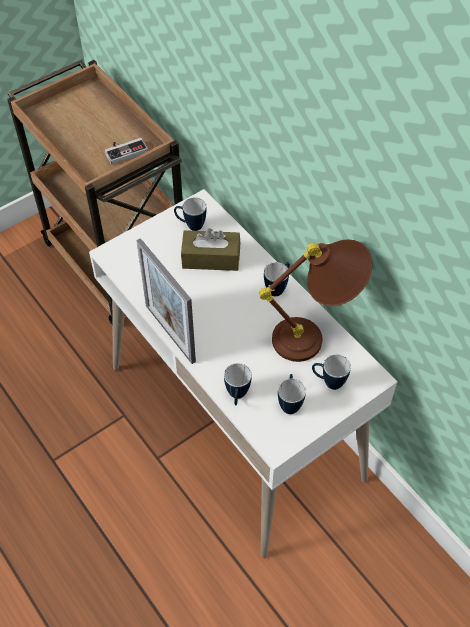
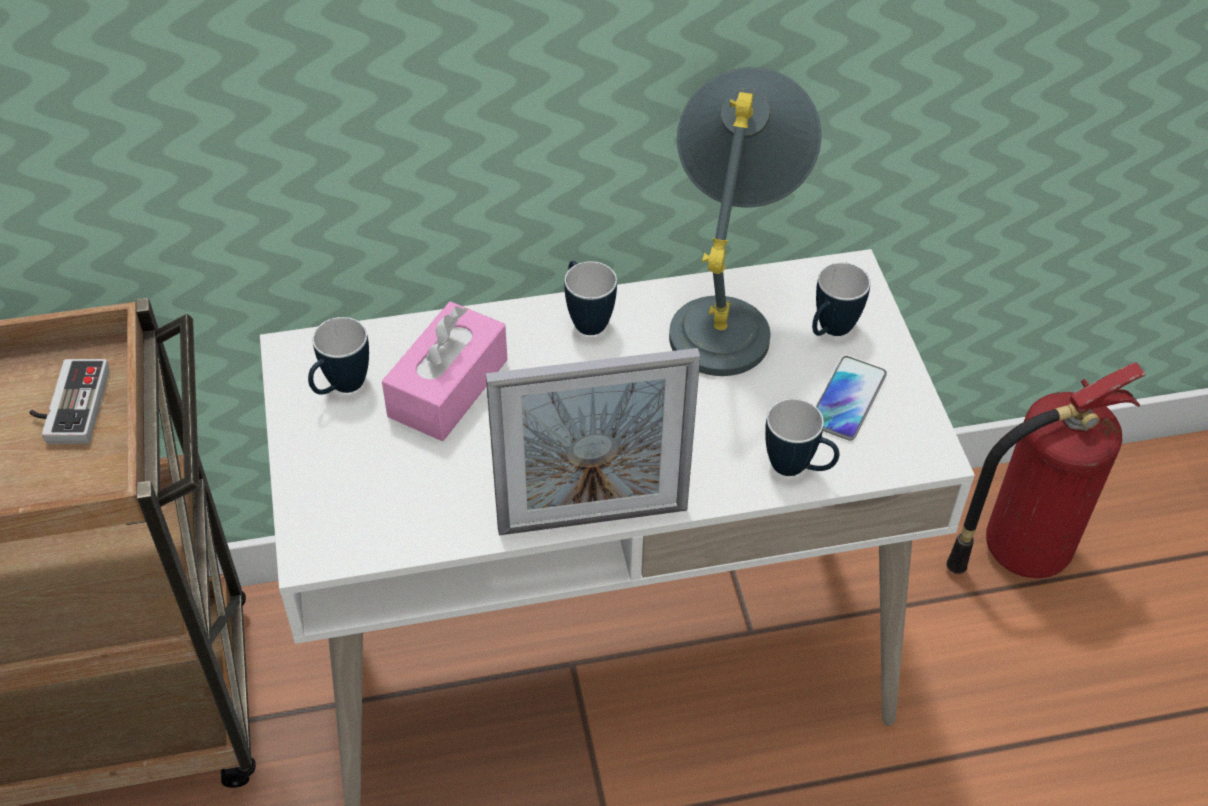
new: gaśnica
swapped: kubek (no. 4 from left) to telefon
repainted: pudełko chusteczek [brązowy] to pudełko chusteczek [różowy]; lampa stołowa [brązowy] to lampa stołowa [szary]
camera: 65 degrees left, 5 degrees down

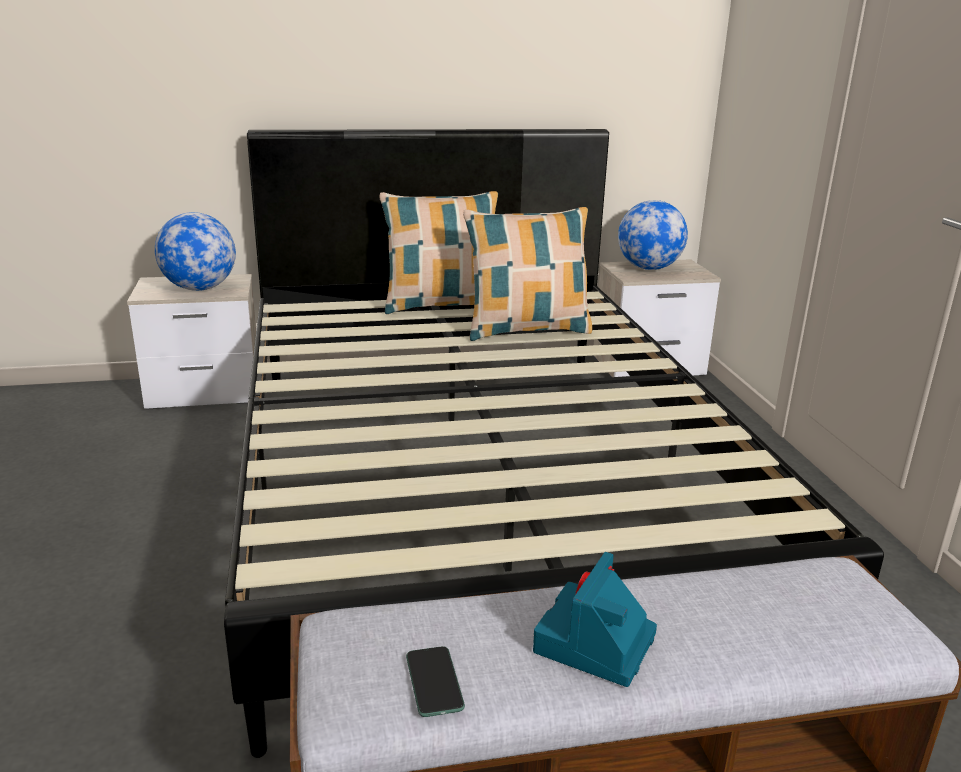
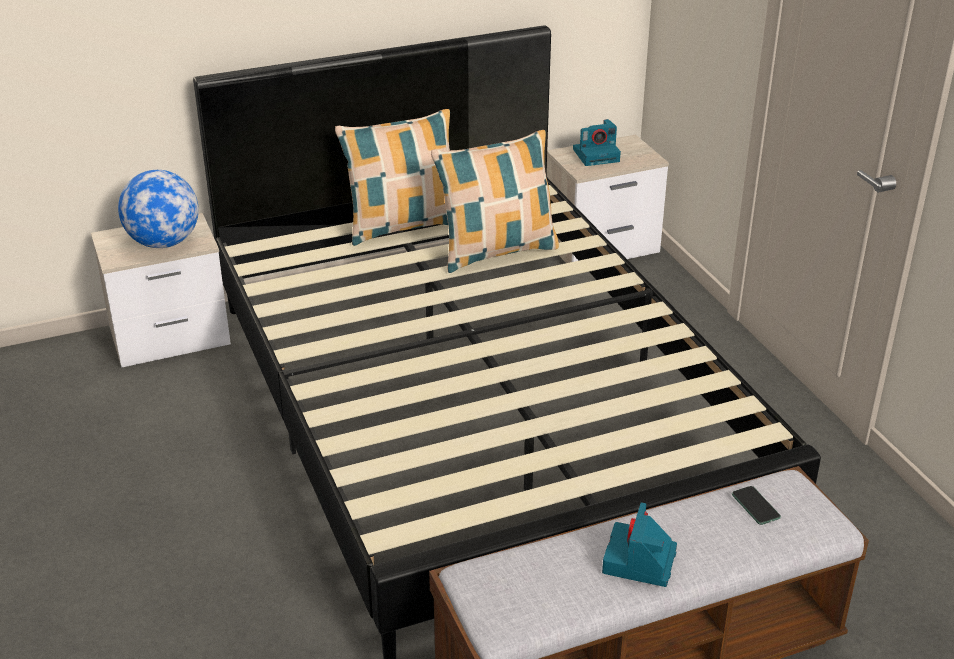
shifted: telefon
swapped: globus (no. 2 from left) to aparat fotograficzny (no. 1 from left)
camera: 10 degrees left, 10 degrees up

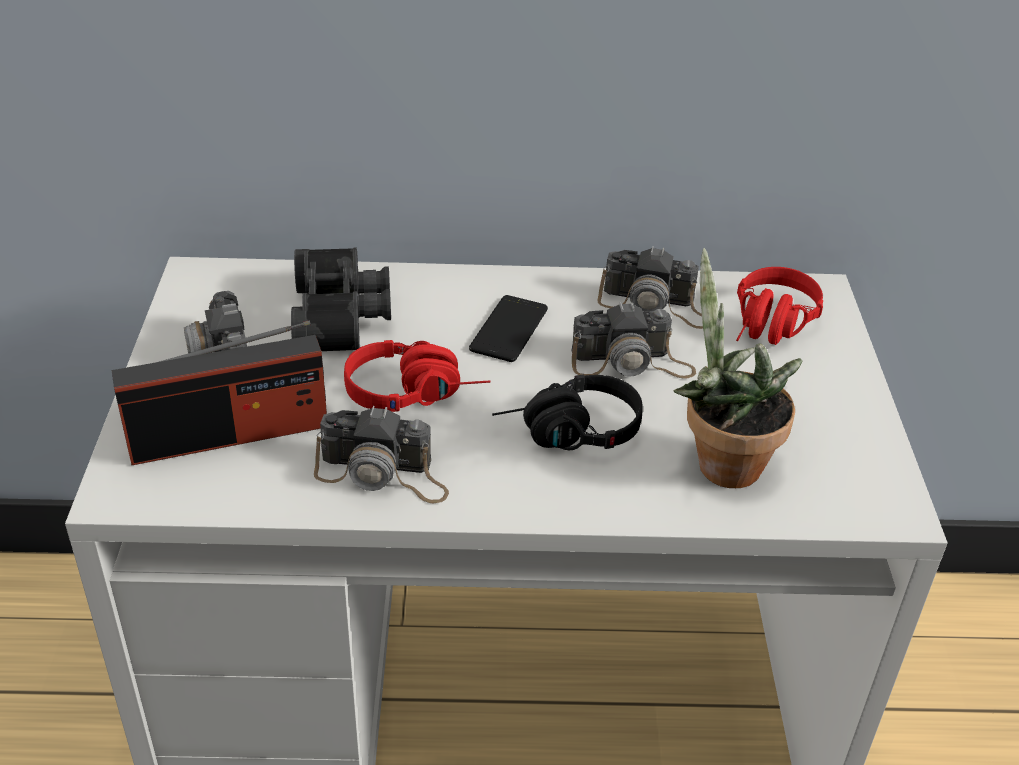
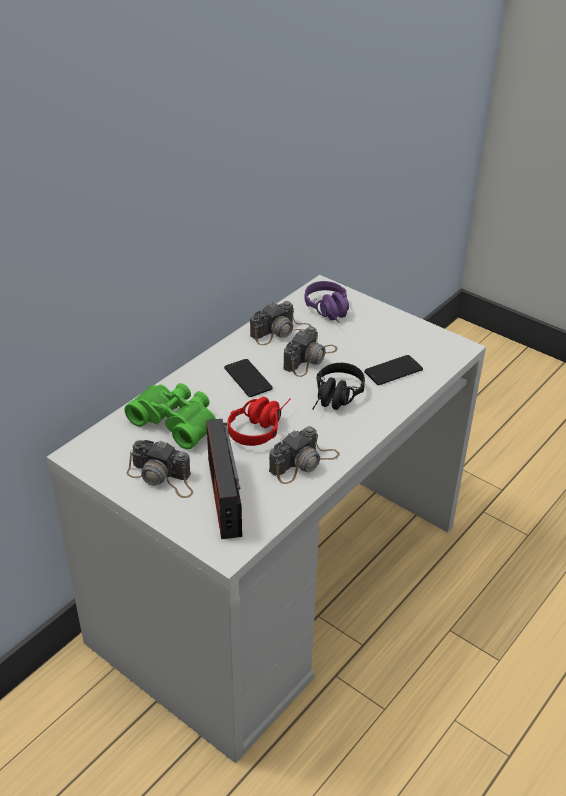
swapped: roślina doniczkowa to telefon (no. 2 from left)
repainted: lornetka [czarny] to lornetka [zielony]; słuchawki [czerwony] (no. 2 from left) to słuchawki [fioletowy]
rotated: radio 150 degrees clockwise
camera: 50 degrees left, 0 degrees up

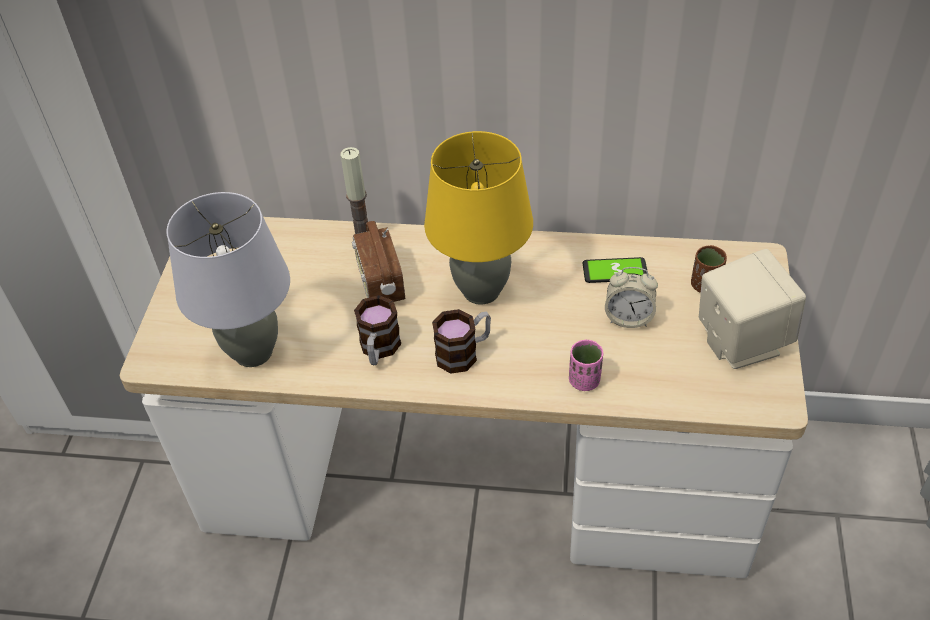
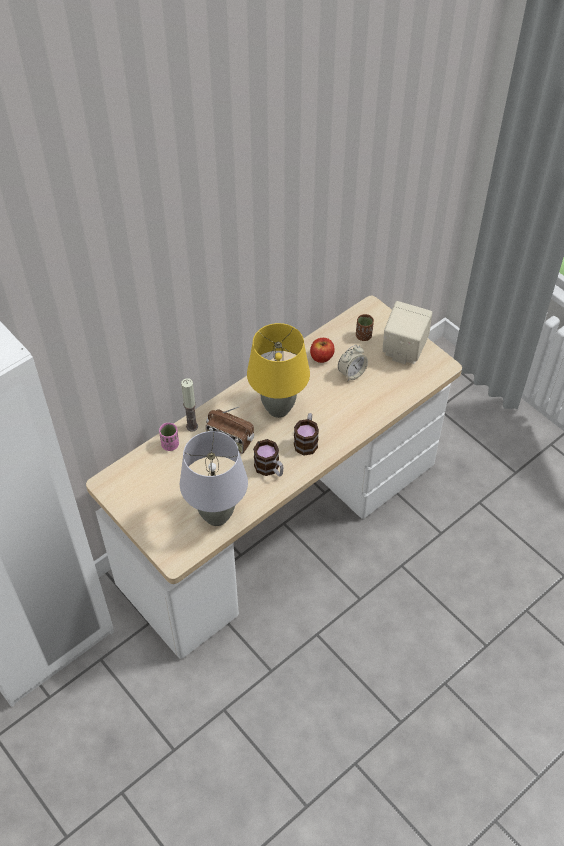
shifted: filiżanka [różowy]
swapped: telefon to jabłko
camera: 50 degrees left, 5 degrees up

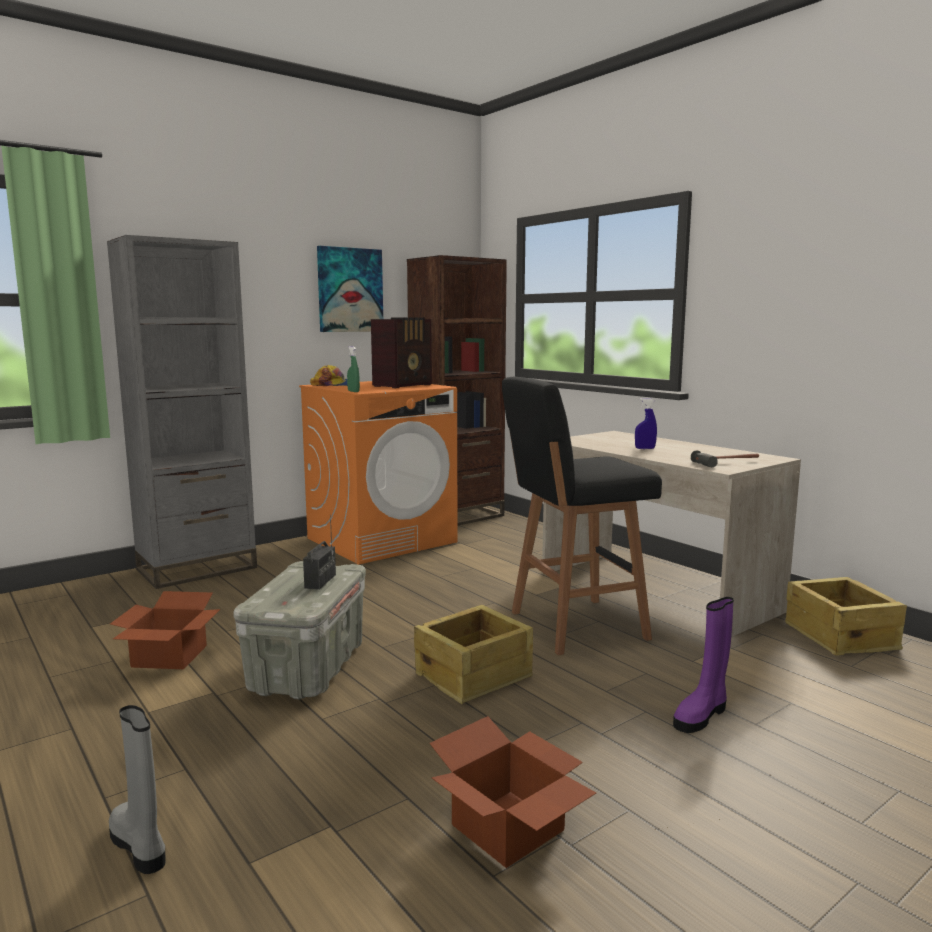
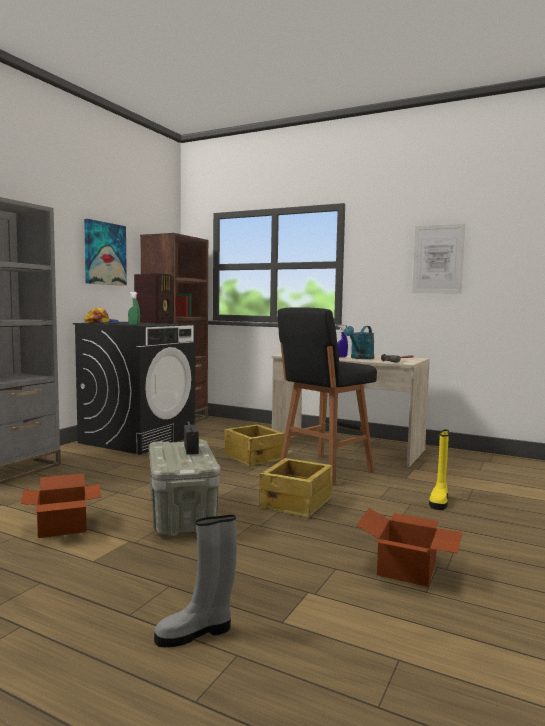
new: konewka [turkusowy]; obraz (no. 2 from left)
shifted: skrzynka (no. 2 from left in the first image) to skrzynka (no. 1 from left)
repainted: pralka [pomarańczowy] to pralka [czarny]; but z cholewką [fioletowy] to but z cholewką [żółty]
rotated: but z cholewką [szary] 45 degrees counterclockwise
camera: 25 degrees left, 5 degrees down

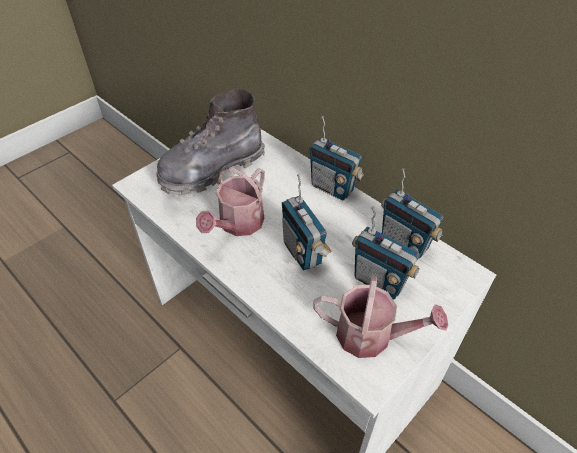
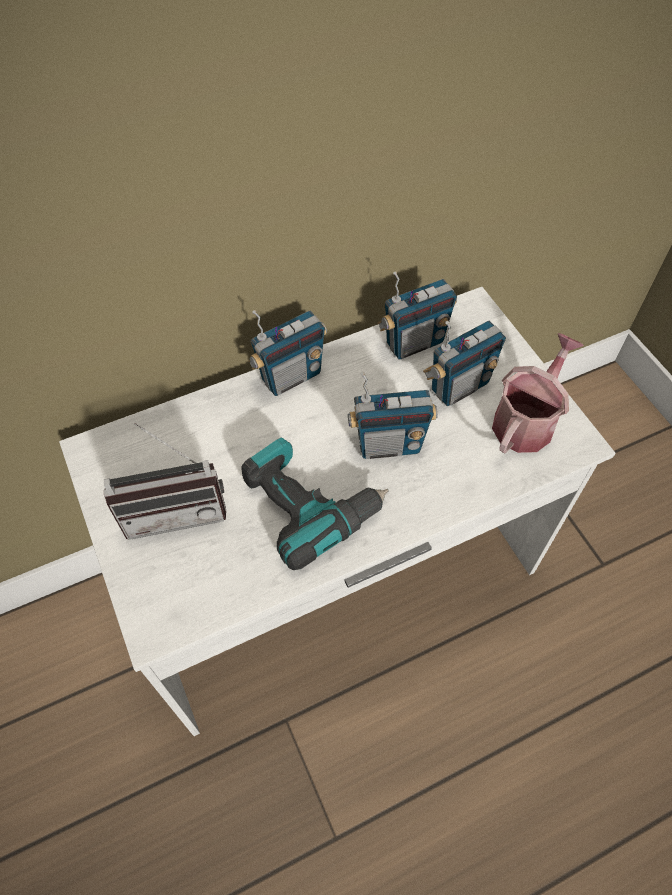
swapped: but z cholewką [szary] to radio (no. 1 from left); konewka (no. 1 from left) to wiertarka
camera: 70 degrees left, 10 degrees up

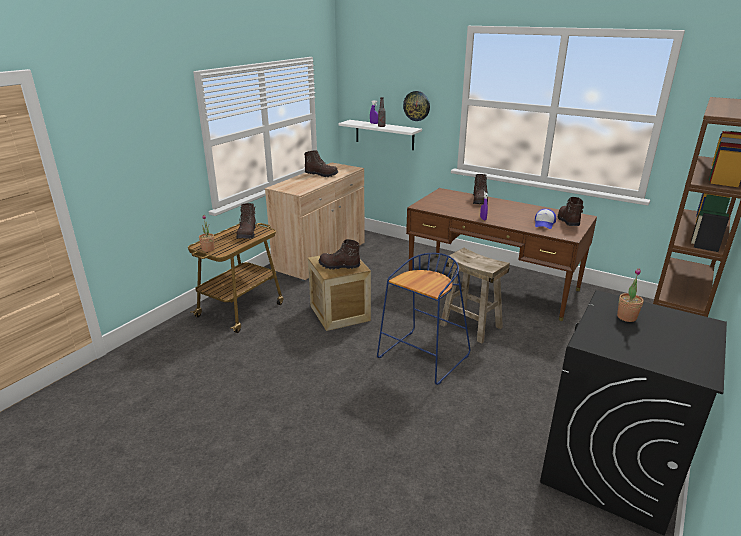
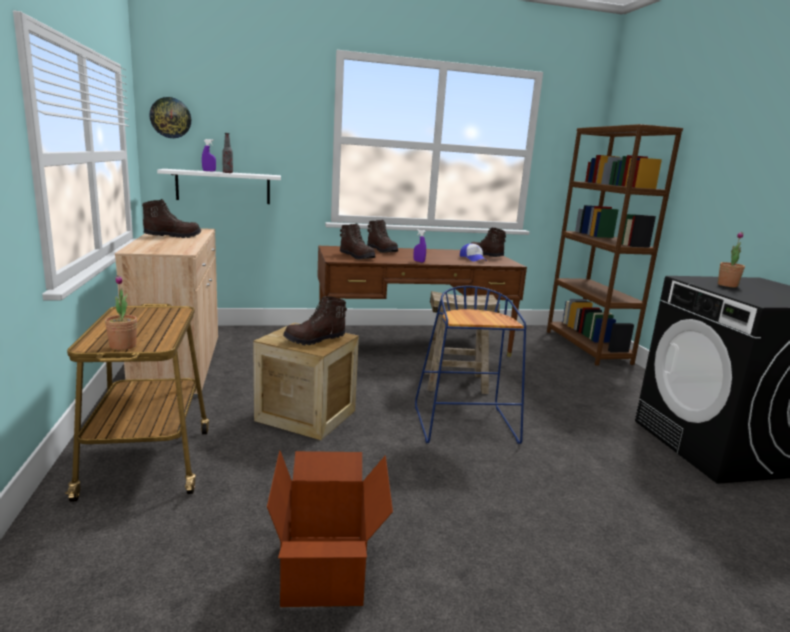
new: karton
shifted: zegar ścienny; but z cholewką [brązowy] (no. 1 from left in the first image) to but z cholewką [brązowy] (no. 3 from left)
camera: 45 degrees left, 10 degrees down

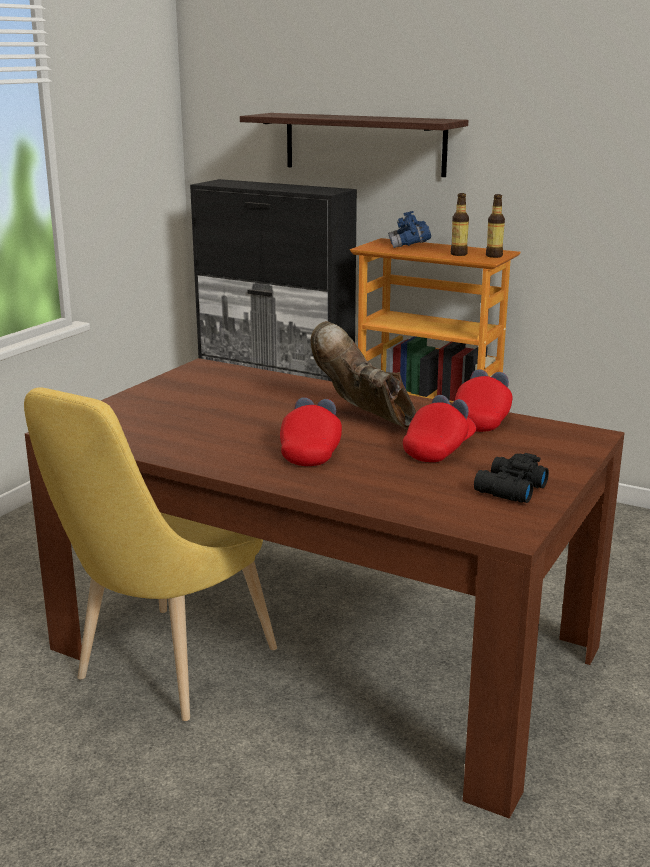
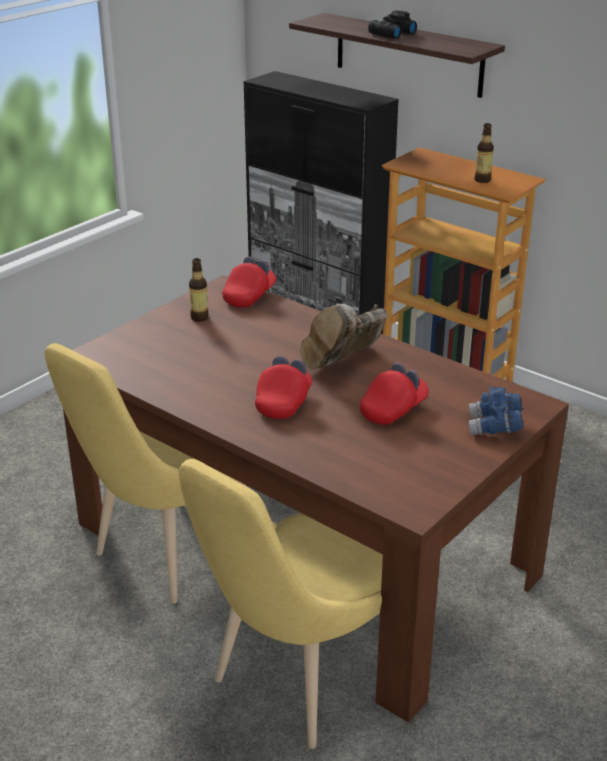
new: krzesło [żółty] (no. 2 from left)
shifted: butelka (no. 2 from left in the first image) to butelka (no. 1 from left); czapka z daszkiem [czerwony] (no. 3 from left in the first image) to czapka z daszkiem [czerwony] (no. 1 from left); lornetka [czarny]; lornetka [niebieski]
rotated: but z cholewką [brązowy] 105 degrees counterclockwise
camera: 10 degrees right, 10 degrees up

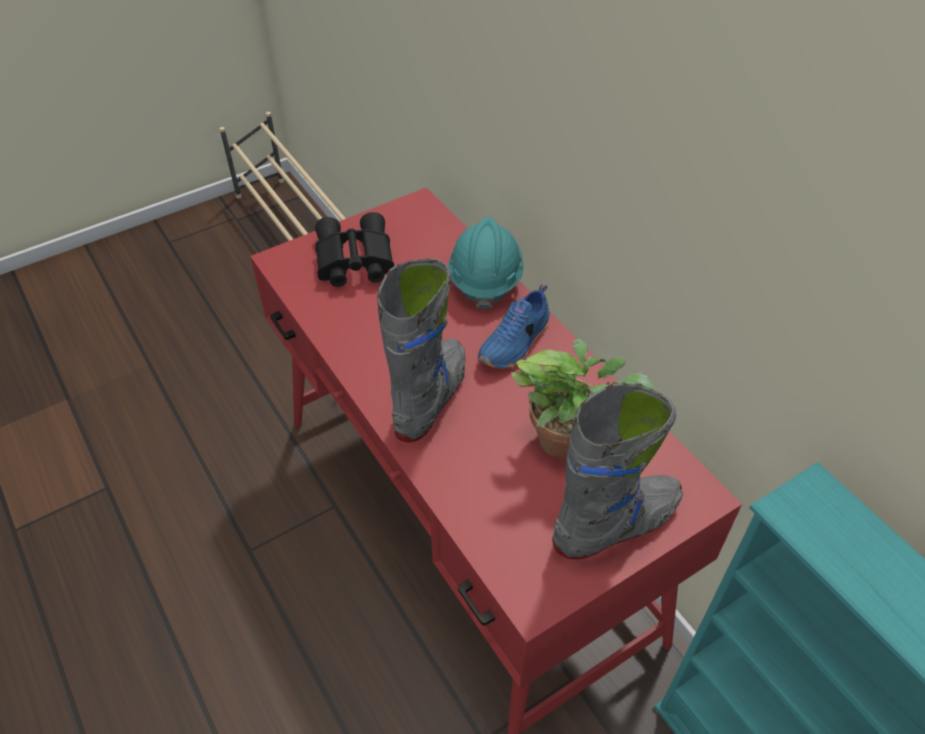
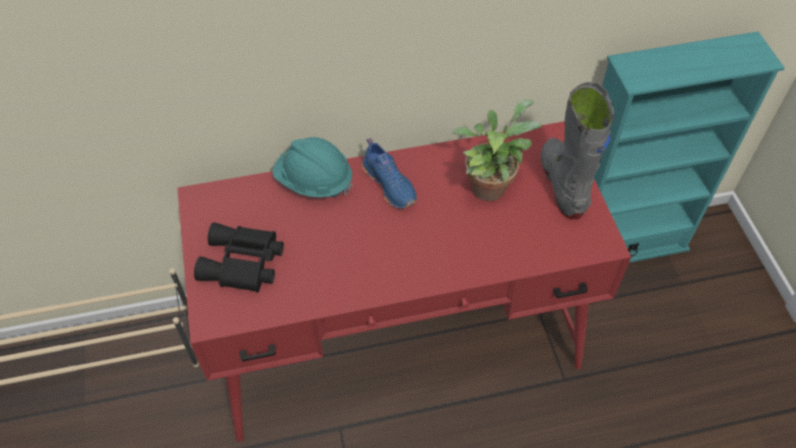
gone: but z cholewką [szary] (no. 1 from left)
camera: 70 degrees left, 5 degrees up

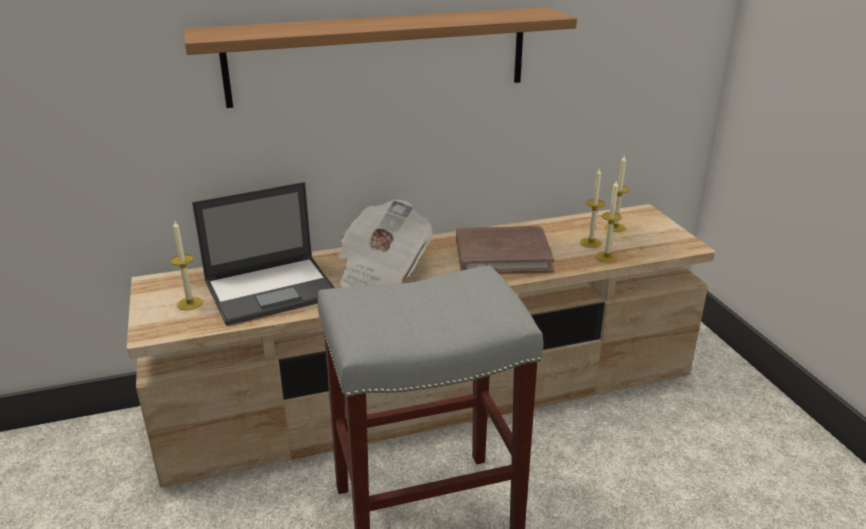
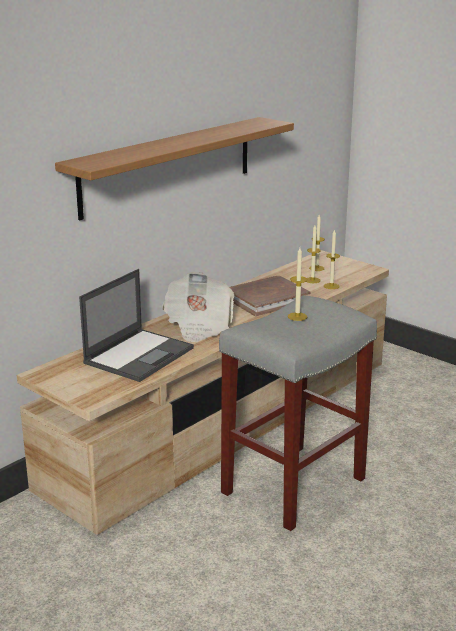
shifted: świeca (no. 1 from left)
camera: 30 degrees left, 5 degrees down

